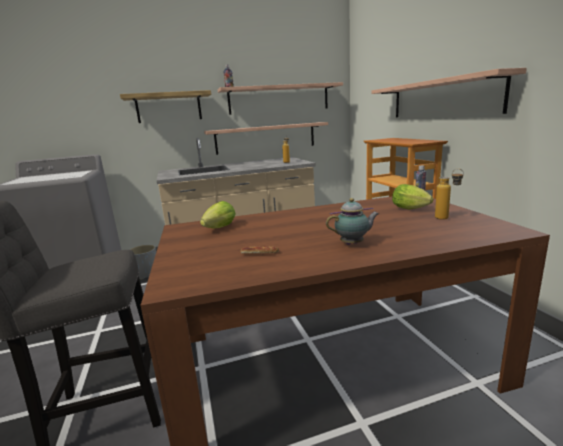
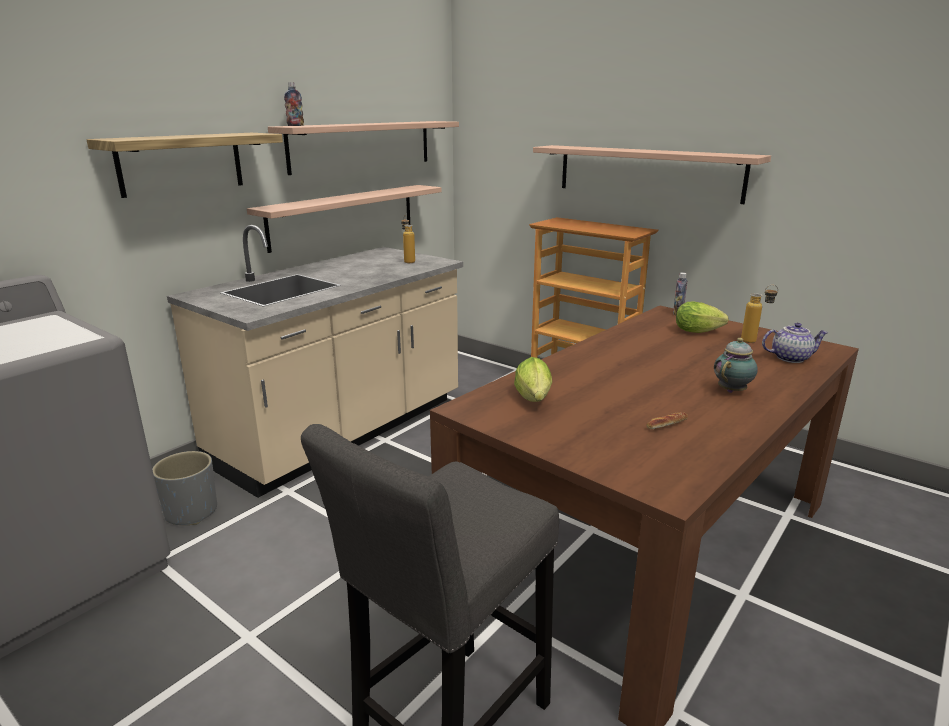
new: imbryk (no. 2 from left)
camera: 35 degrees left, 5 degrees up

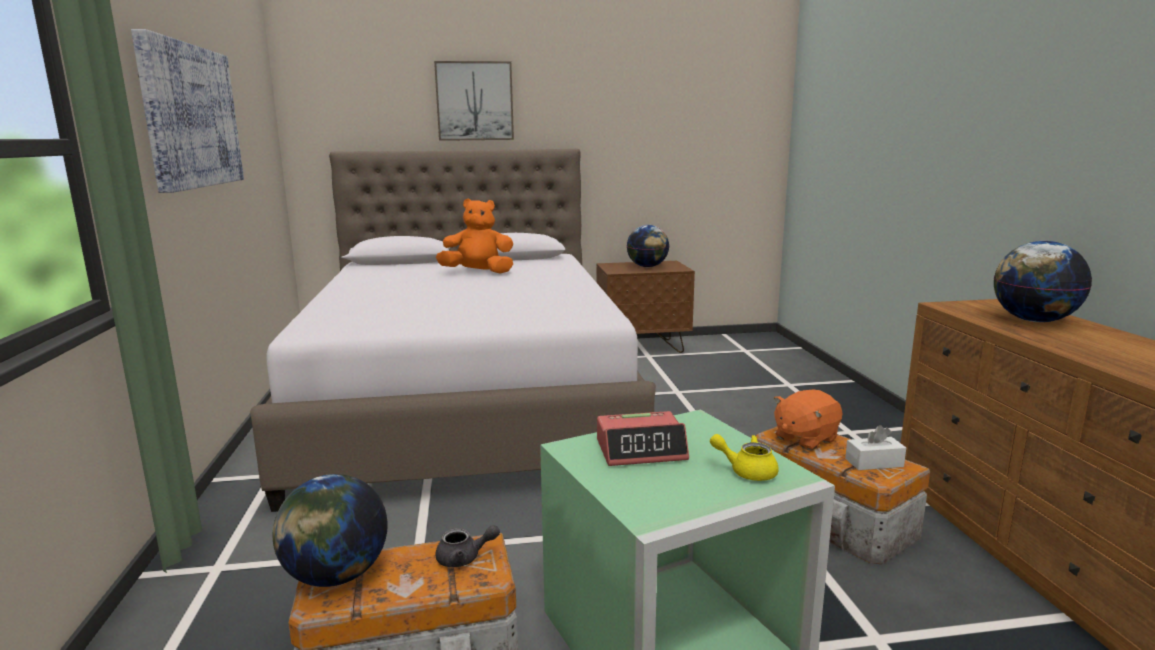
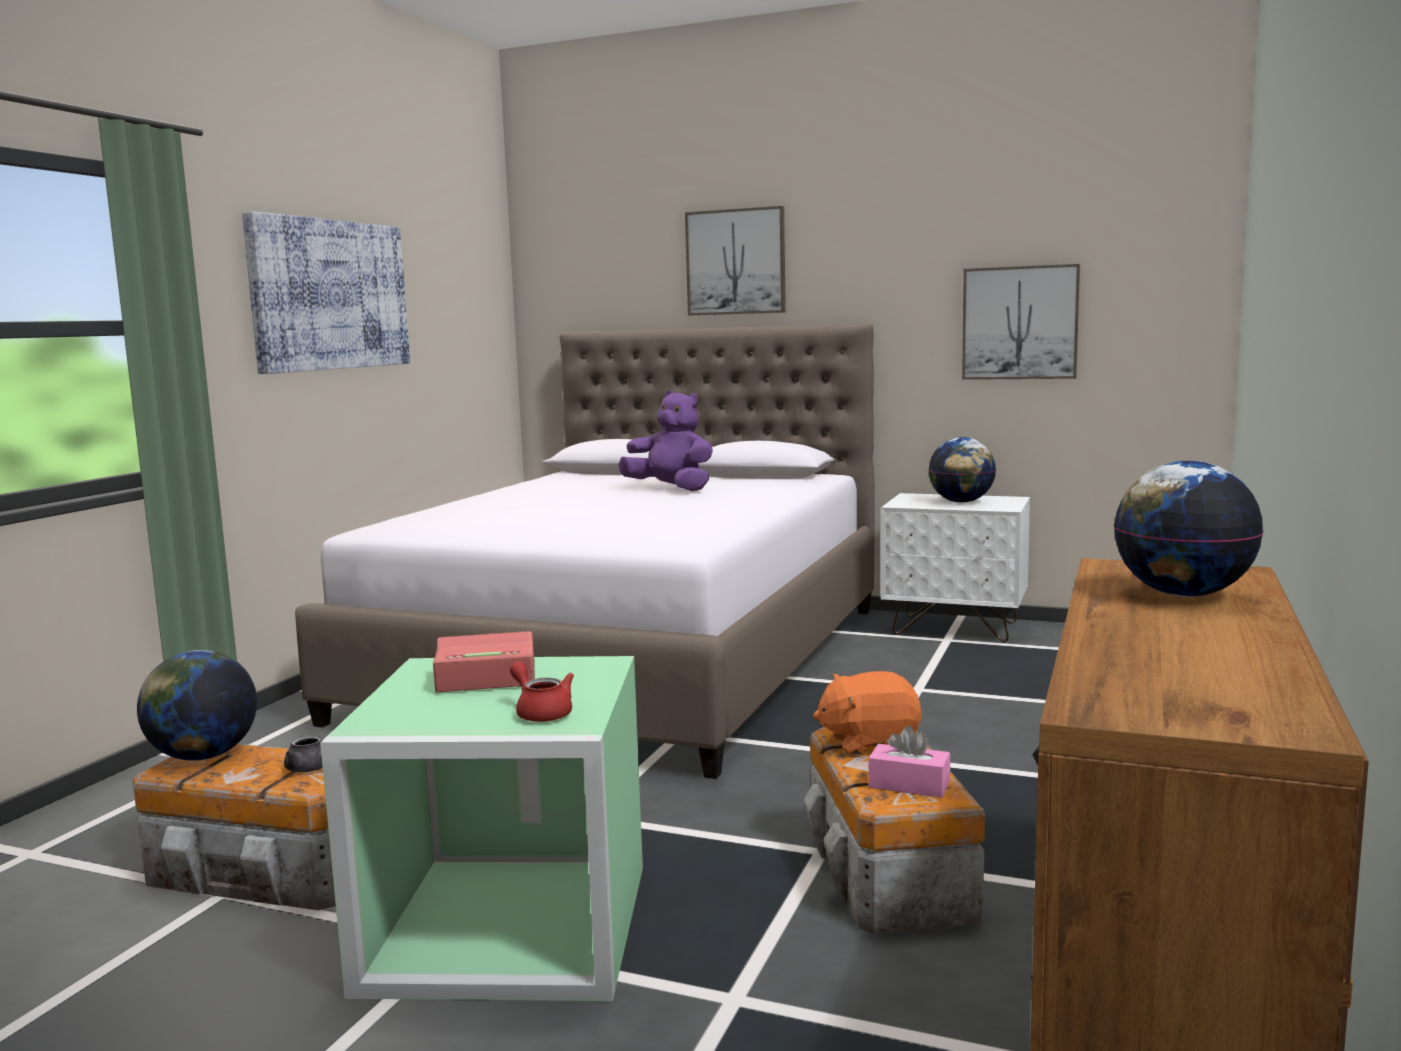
new: obraz (no. 3 from left)
repainted: imbryk [żółty] to imbryk [czerwony]; pluszak [pomarańczowy] (no. 1 from left) to pluszak [fioletowy]; pudełko chusteczek [biały] to pudełko chusteczek [różowy]; szafka nocna [brązowy] to szafka nocna [biały]
rotated: budzik 150 degrees clockwise
camera: 30 degrees right, 5 degrees down

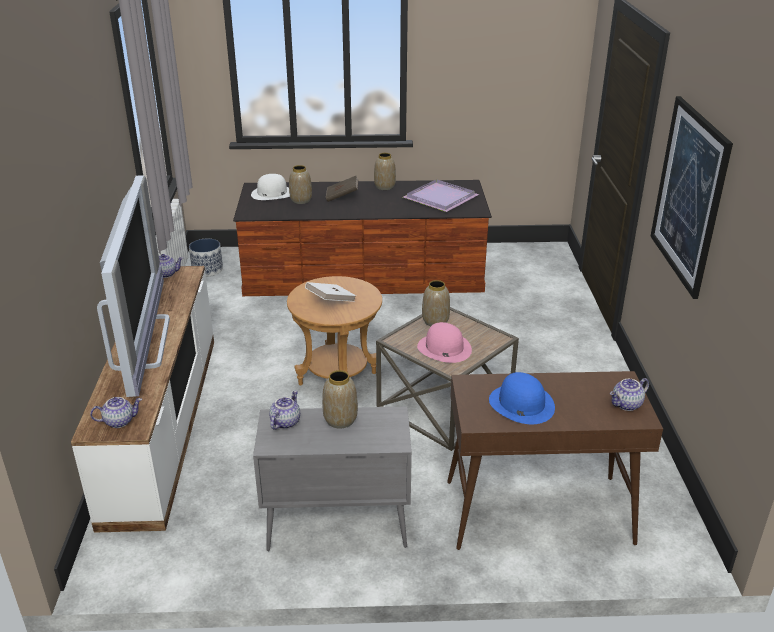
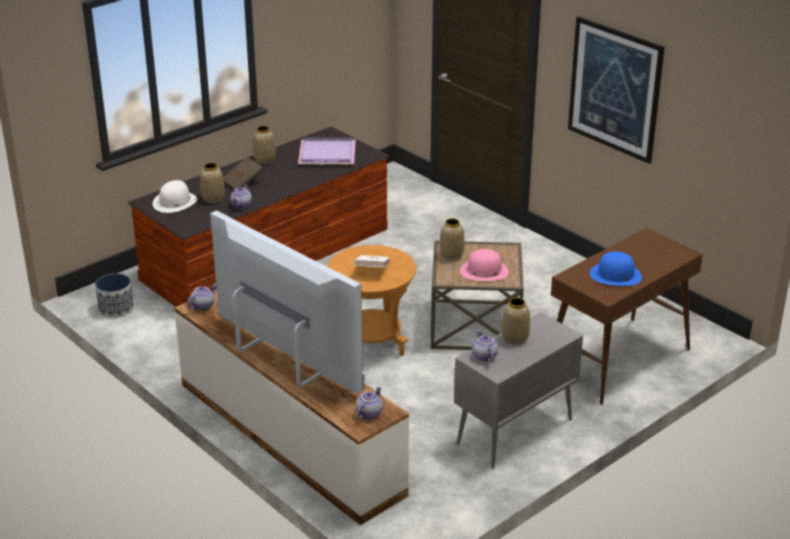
shifted: imbryk (no. 4 from left in the first image) to imbryk (no. 2 from left)
camera: 40 degrees left, 0 degrees up

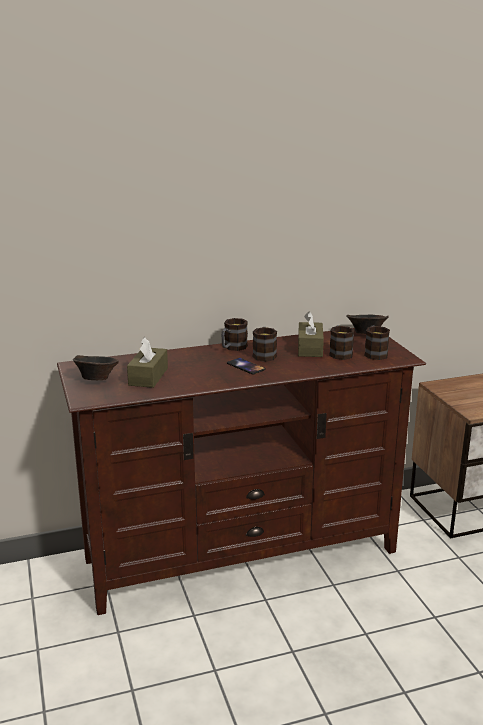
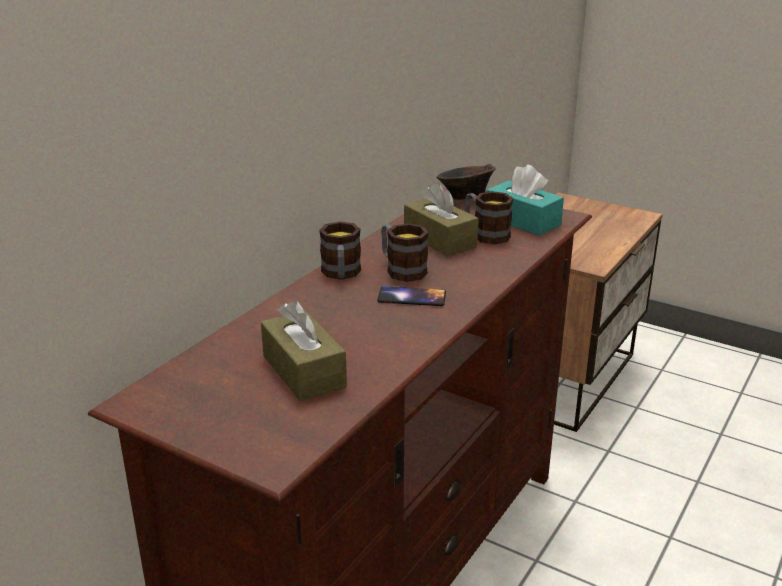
gone: miska [brązowy] (no. 1 from left)
swapped: kubek (no. 4 from left) to pudełko chusteczek [turkusowy]
camera: 40 degrees left, 5 degrees up

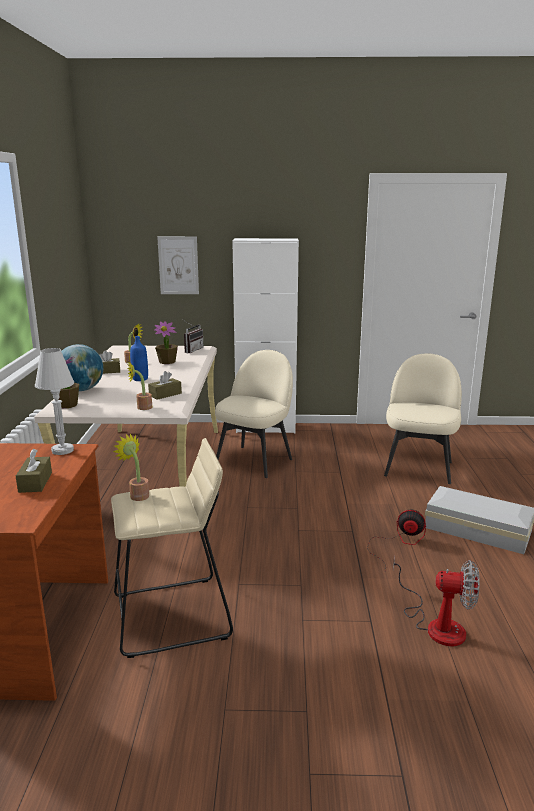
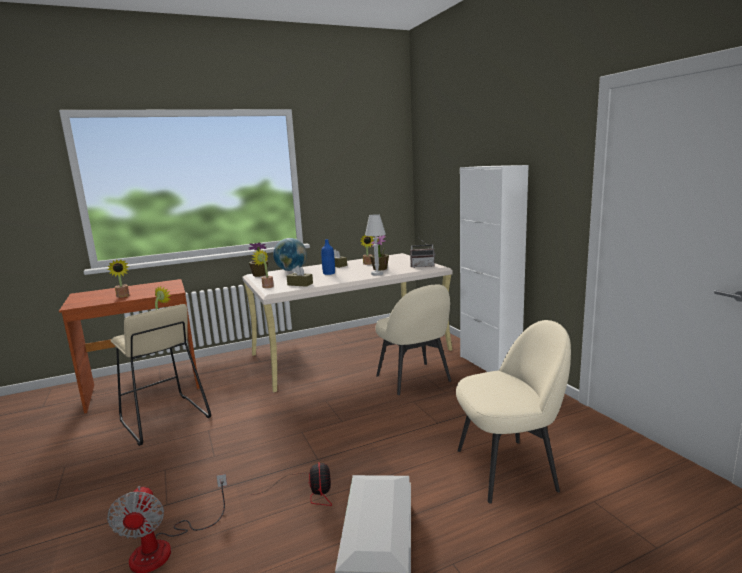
gone: obraz
shifted: lampa stołowa [biały]
swapped: pudełko chusteczek [brązowy] (no. 1 from left) to roślina doniczkowa (no. 1 from left)
rotated: krzesło [beżowy] (no. 1 from left) 60 degrees clockwise
camera: 65 degrees right, 5 degrees down

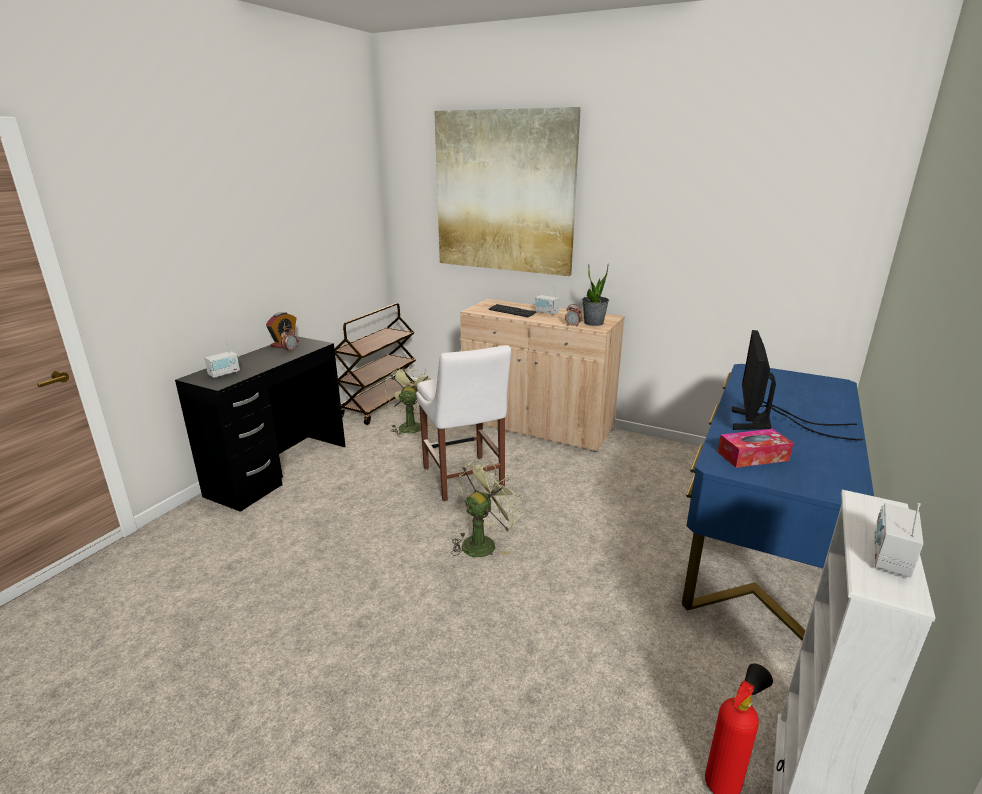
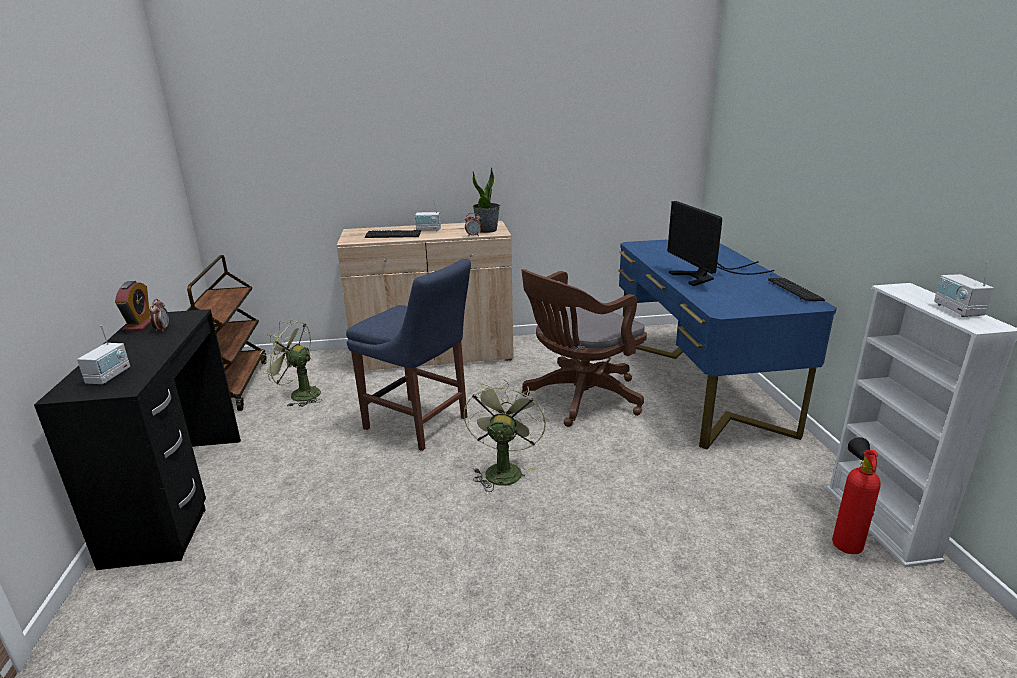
gone: obraz; pudełko chusteczek
new: krzesło biurowe [brązowy]; klawiatura (no. 2 from left)
repainted: krzesło [biały] to krzesło [niebieski]
rotated: wentylator [zielony] (no. 1 from left) 45 degrees counterclockwise
camera: 35 degrees left, 0 degrees up

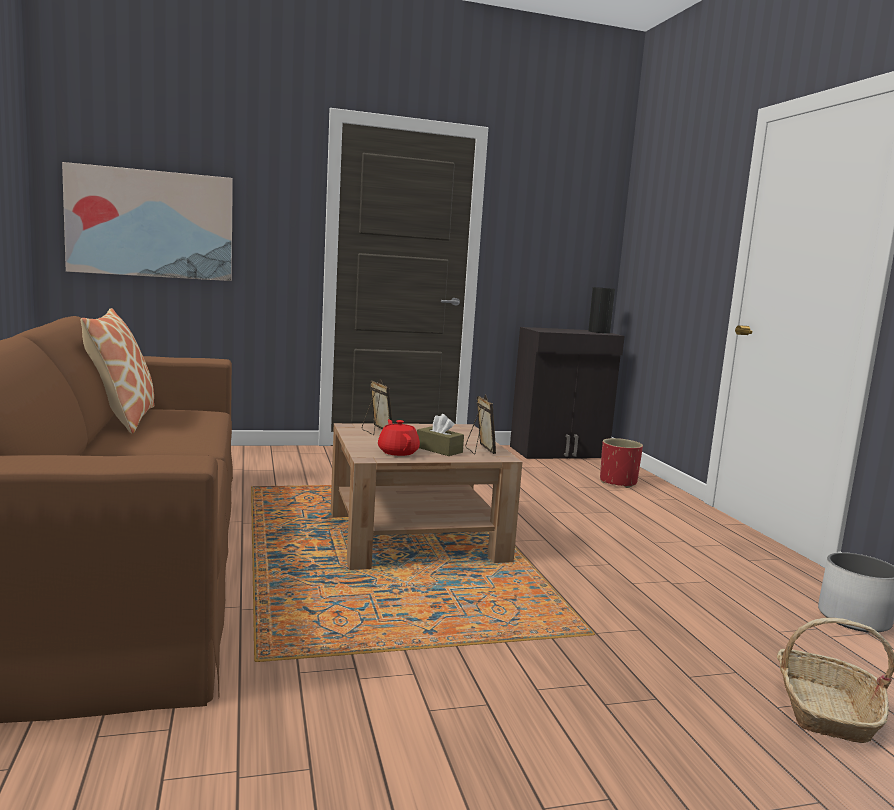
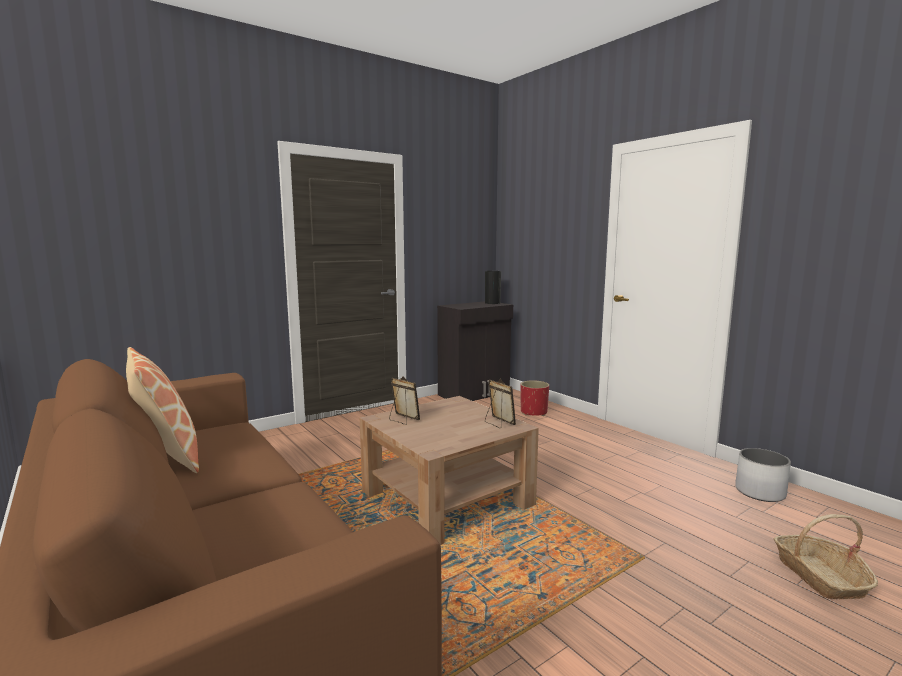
gone: obraz; imbryk [czerwony]; pudełko chusteczek [brązowy]
camera: 20 degrees left, 0 degrees up

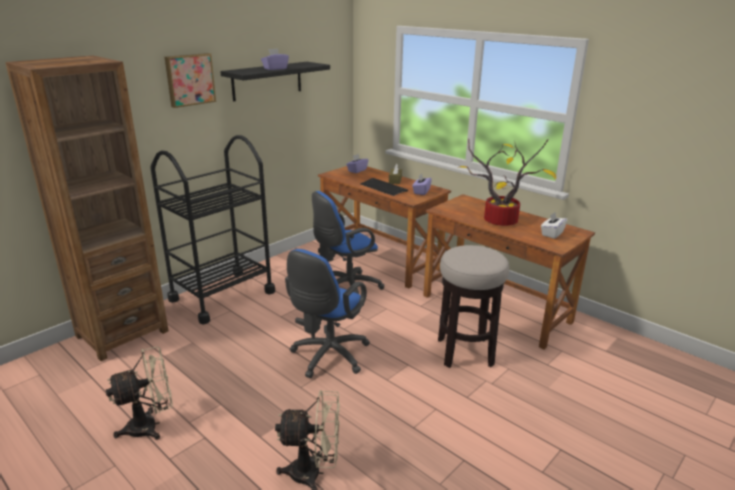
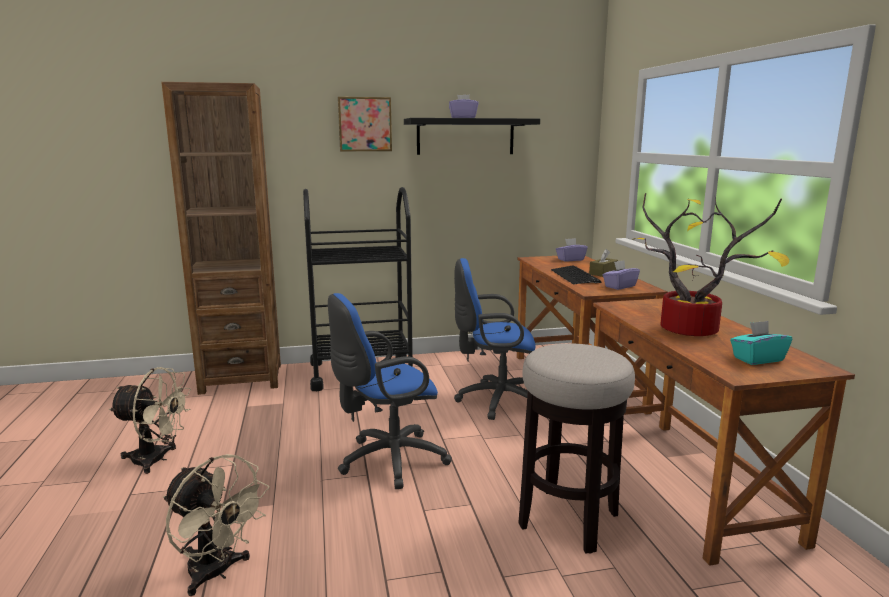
repainted: pudełko chusteczek [biały] to pudełko chusteczek [turkusowy]
camera: 35 degrees right, 10 degrees down

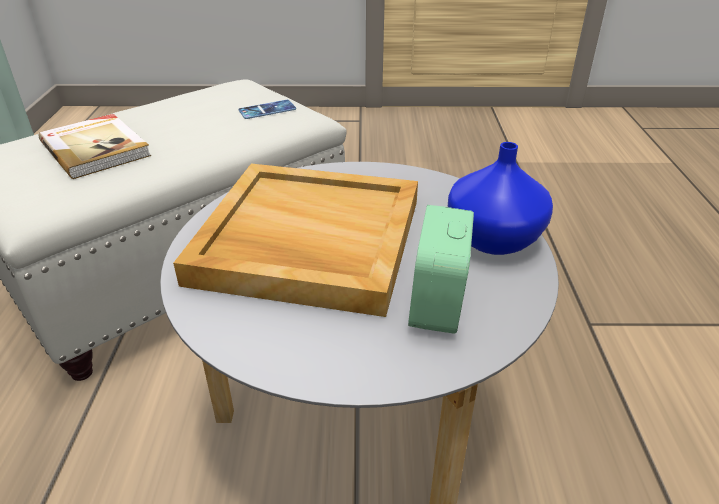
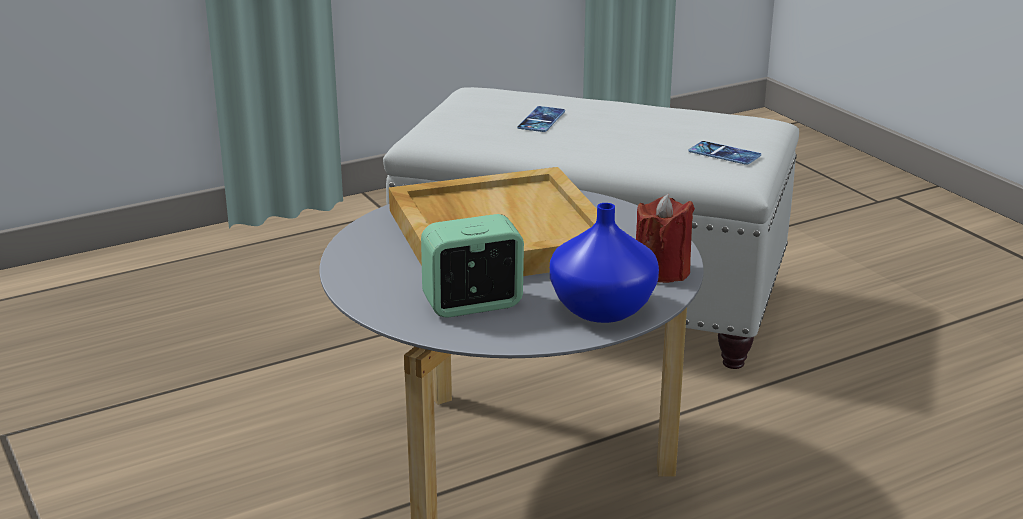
new: świeca [czerwony]
swapped: książka to telefon (no. 1 from left)
camera: 60 degrees right, 10 degrees down

